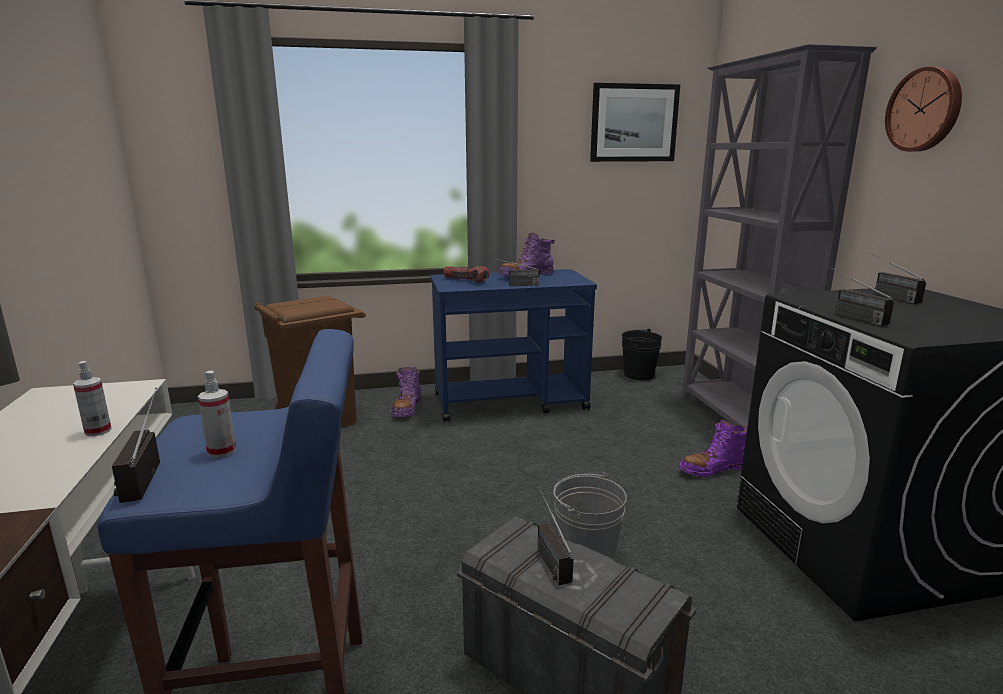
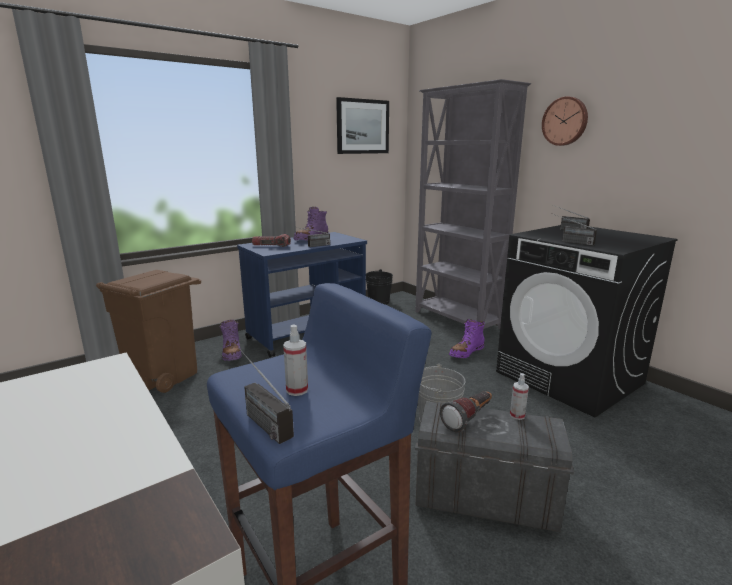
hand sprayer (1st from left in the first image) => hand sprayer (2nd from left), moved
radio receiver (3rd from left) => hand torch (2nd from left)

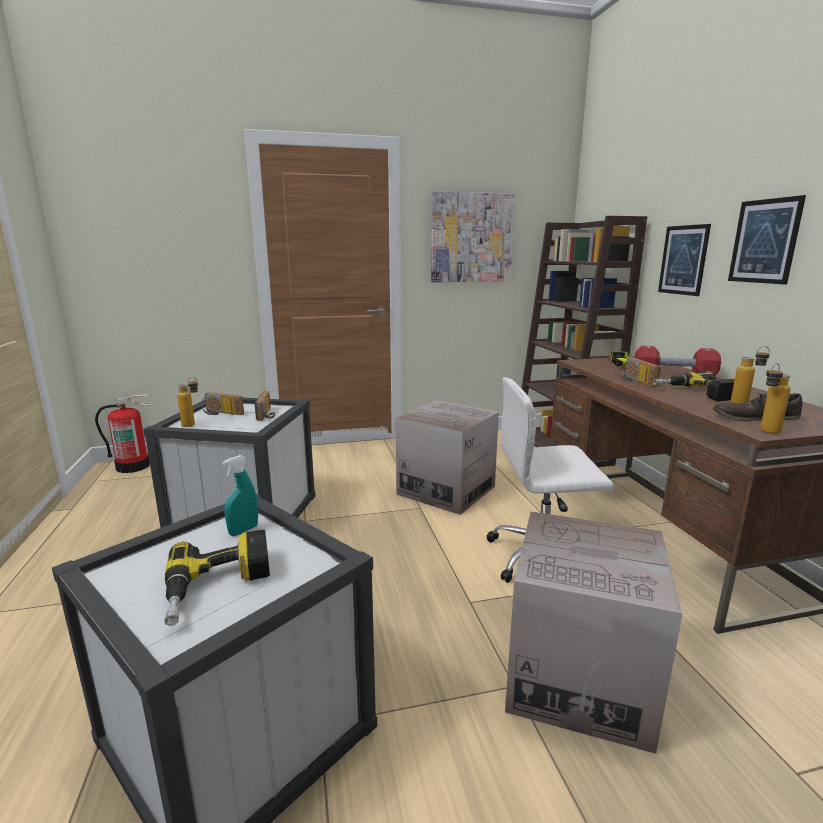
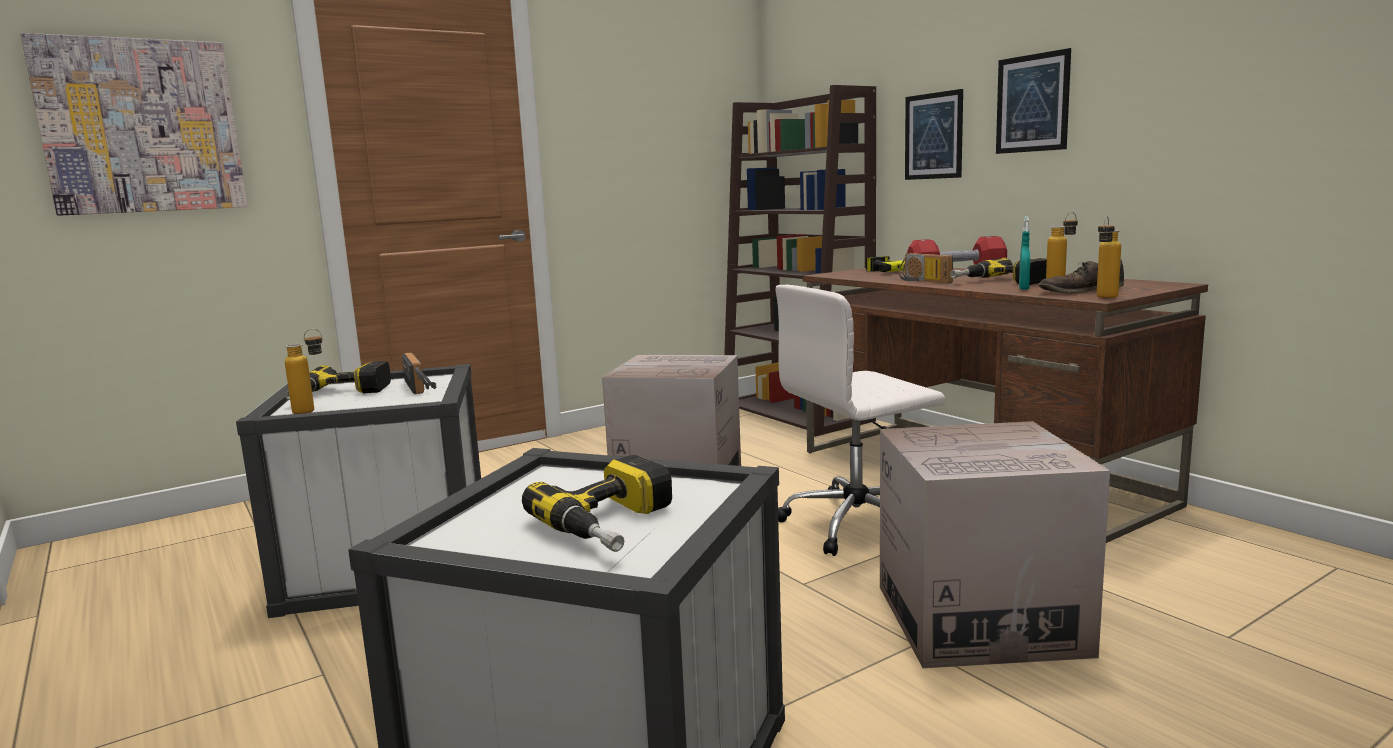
extinguisher => nothing
hand sprayer in turquoise-coloured, moved
picture (1st from left), moved
radio receiver (1st from left) => power drill (1st from left)

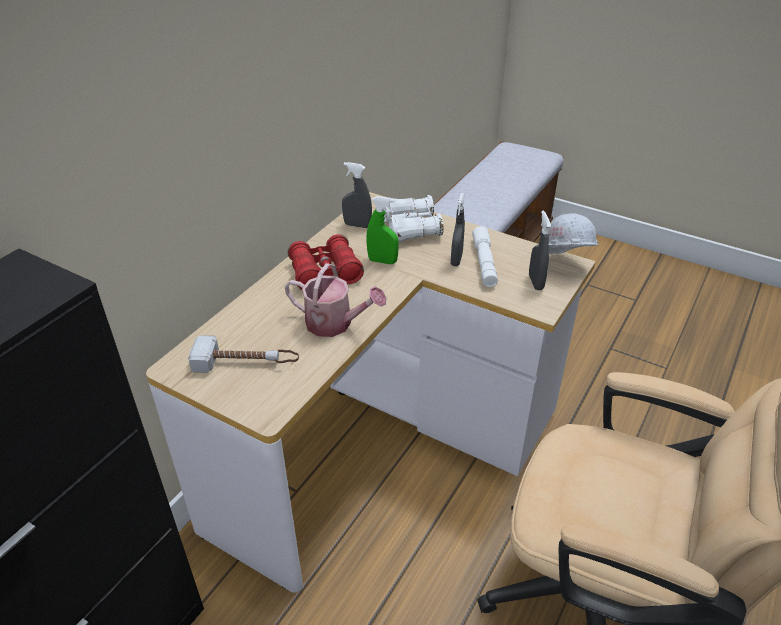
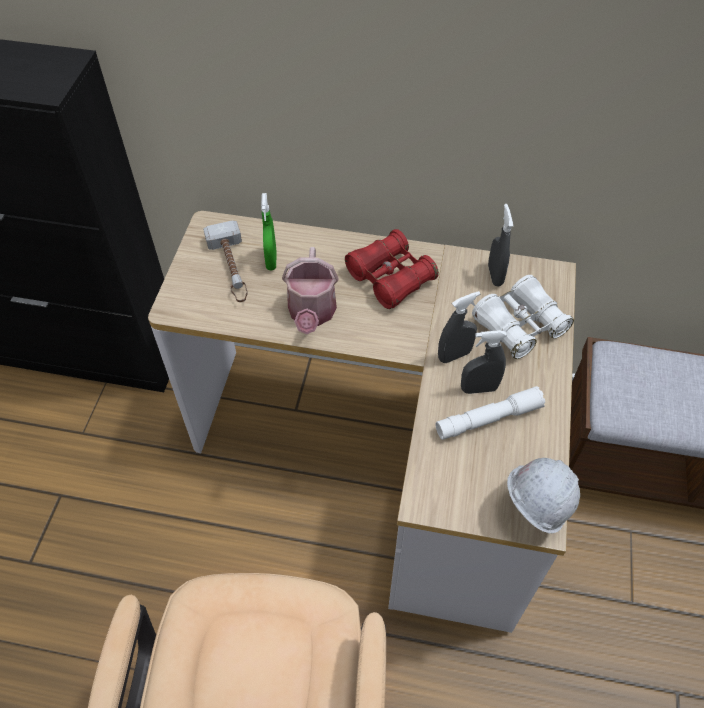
hand sprayer in green-coloured, moved
hand sprayer in greyish (3rd from left in the first image) => hand sprayer in greyish (1st from left), moved

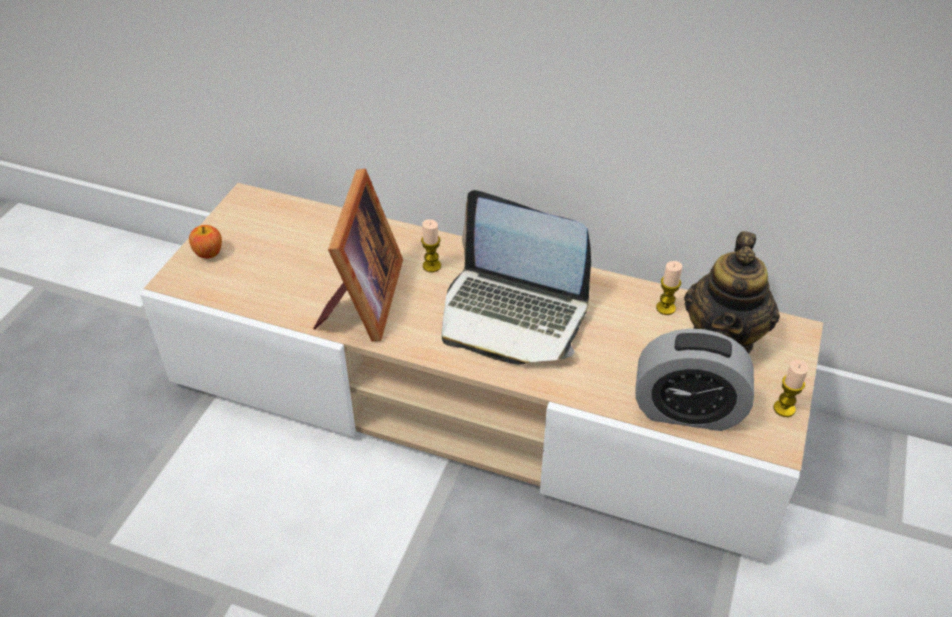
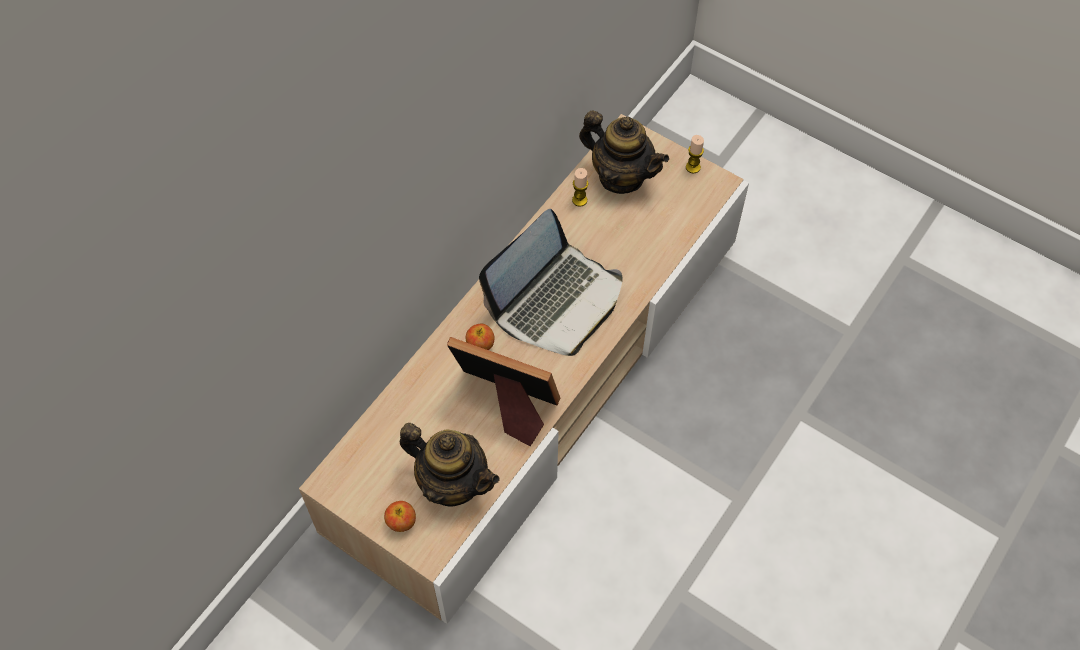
bedside clock => nothing
nothing => teapot (1st from left)
wax candle (1st from left) => apple fruit (2nd from left)

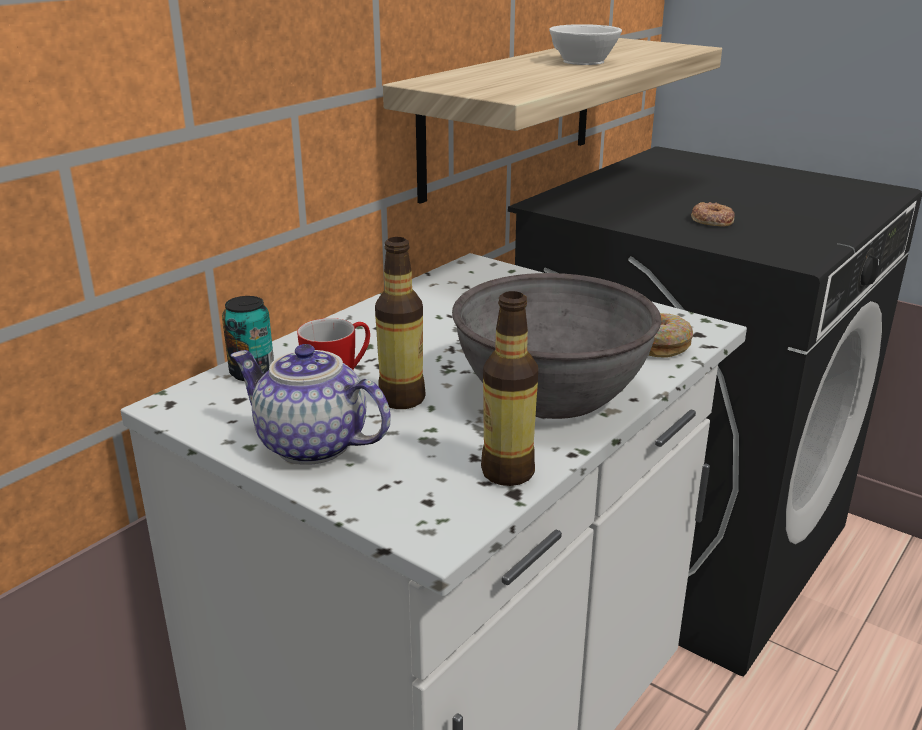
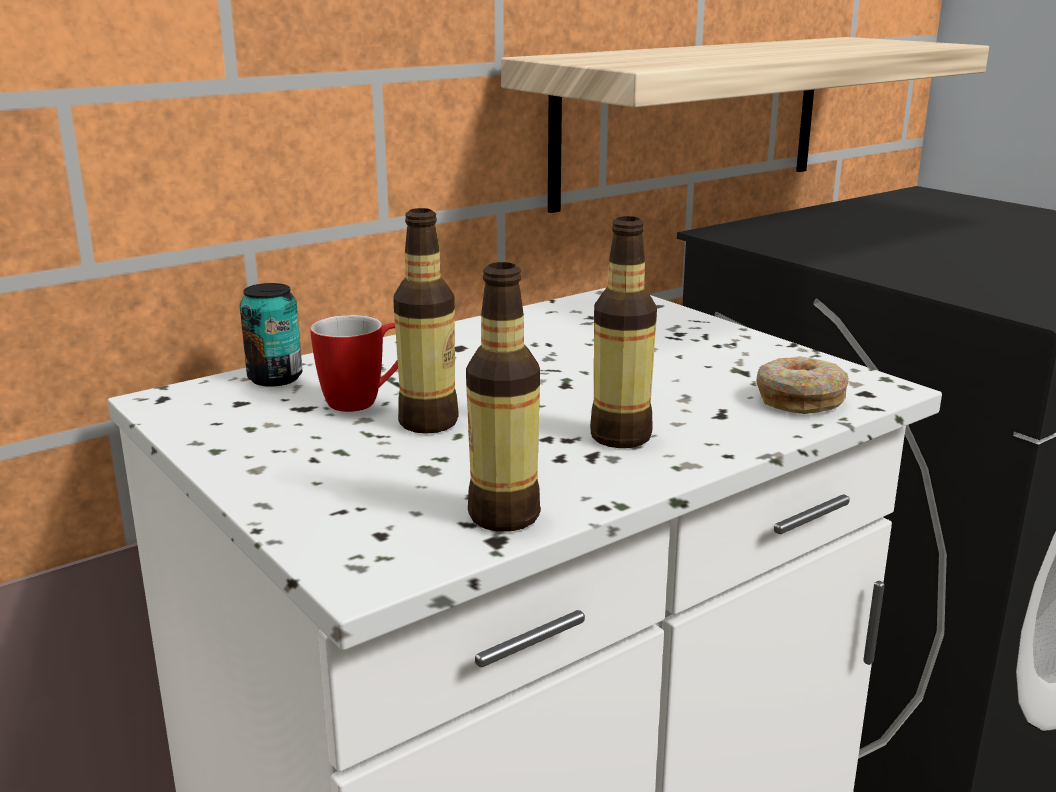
teapot => nothing
cup in whitish => nothing
doughnut (2nd from left) => nothing
serving bowl in greyish => drink bottle (3rd from left)

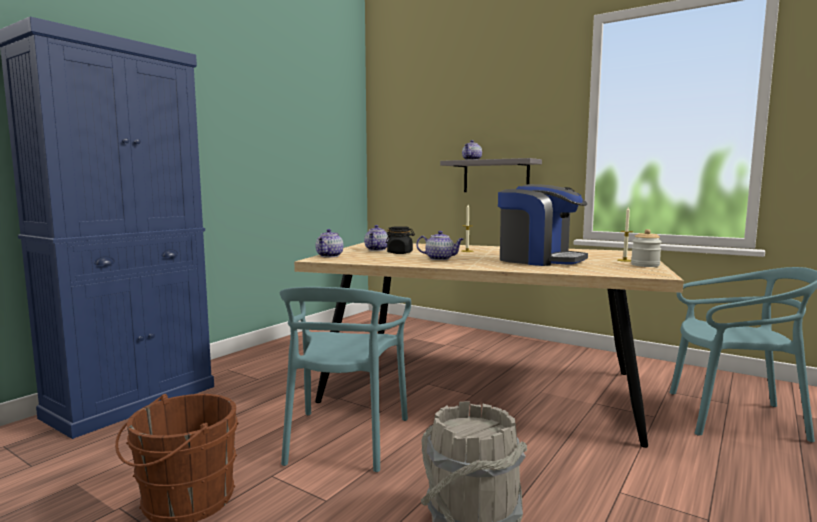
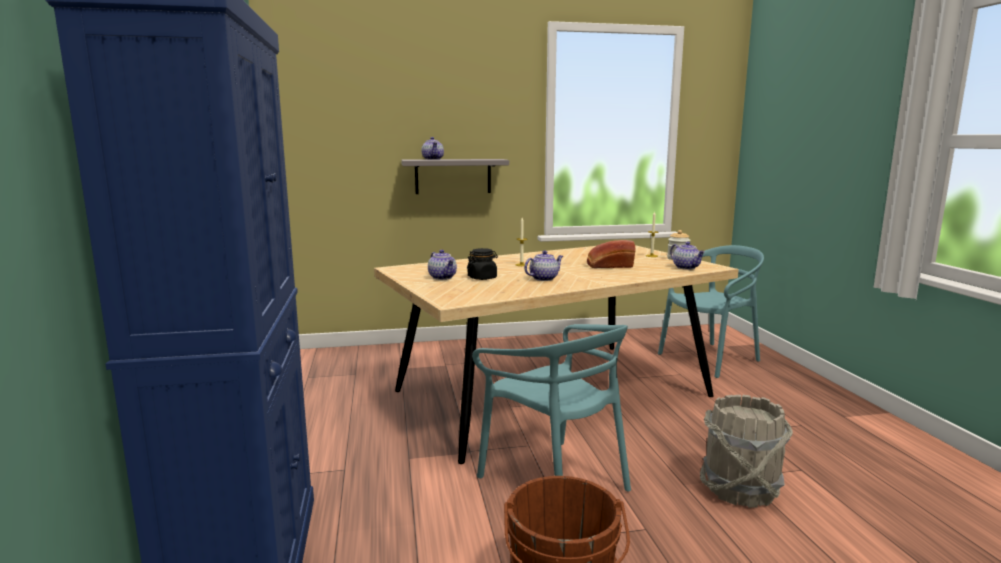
teapot (1st from left in the first image) => teapot (4th from left), moved
coffee machine => bakery bread

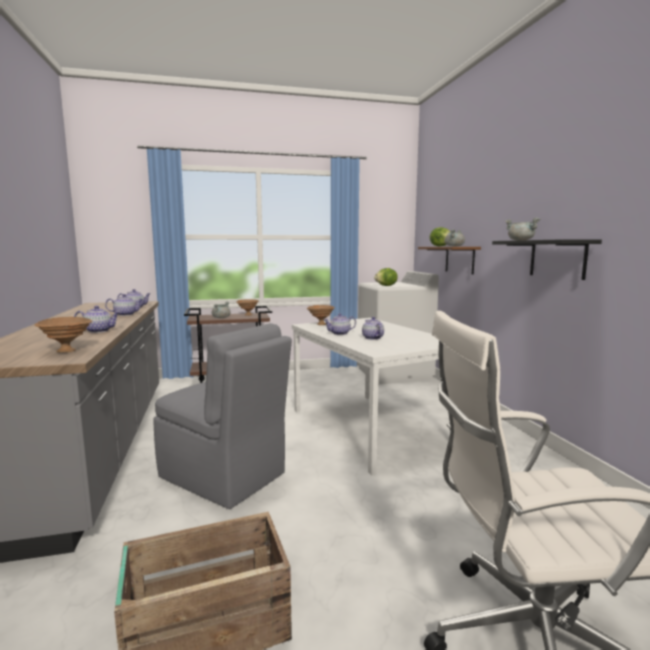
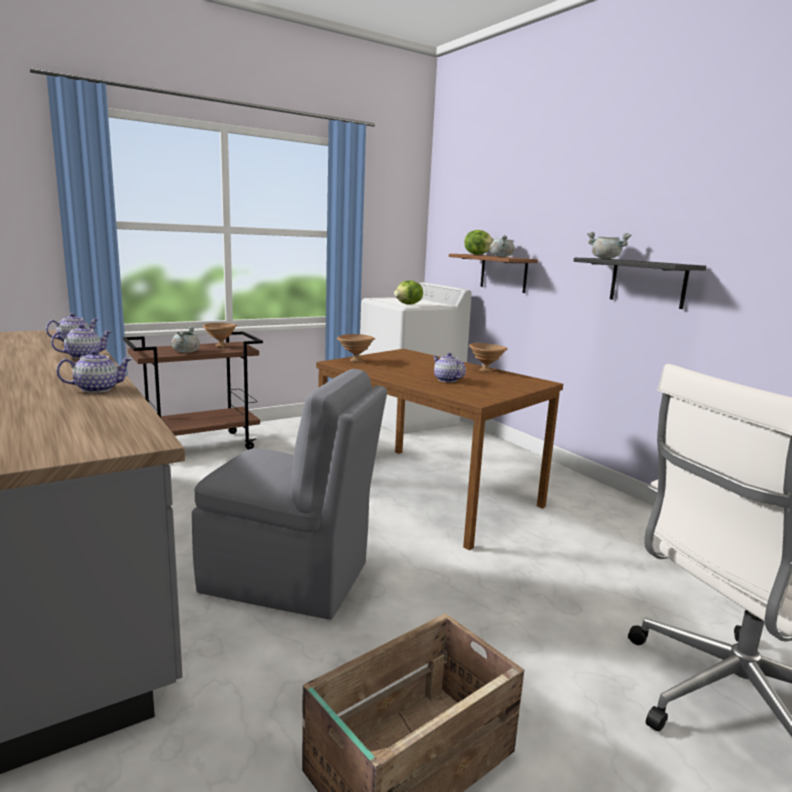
teapot (4th from left) => nothing
serving bowl in brown-coloured (1st from left in the first image) => serving bowl in brown-coloured (3rd from left), moved
dining table in whitish => dining table in brown-coloured

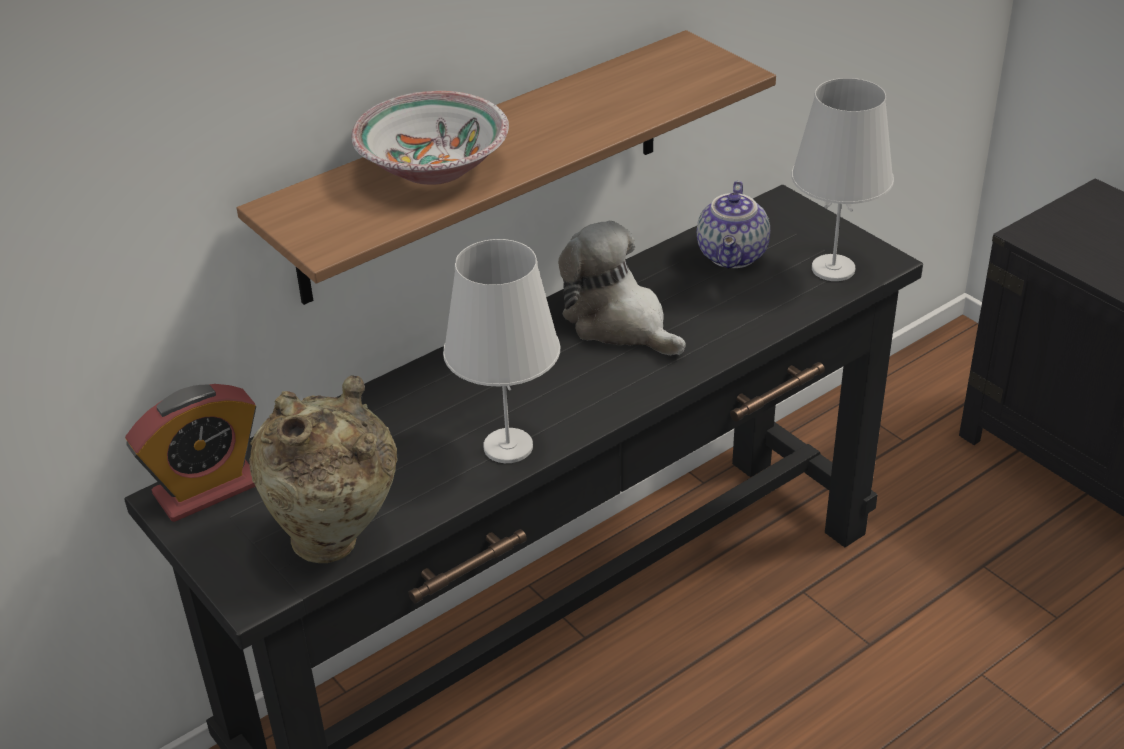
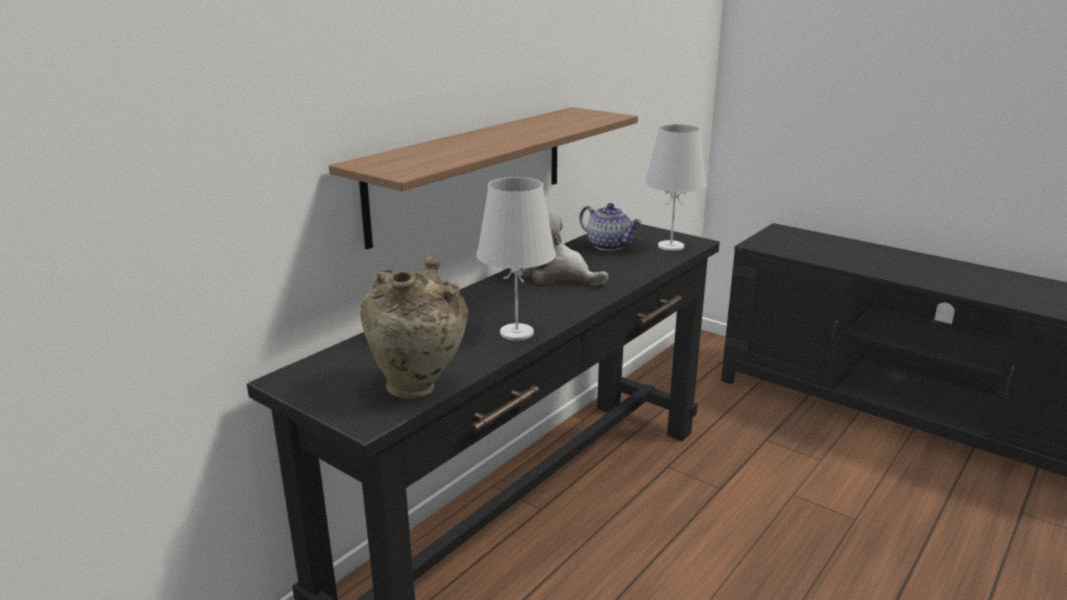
bedside clock => nothing
serving bowl => nothing
teapot, 45 degrees counterclockwise

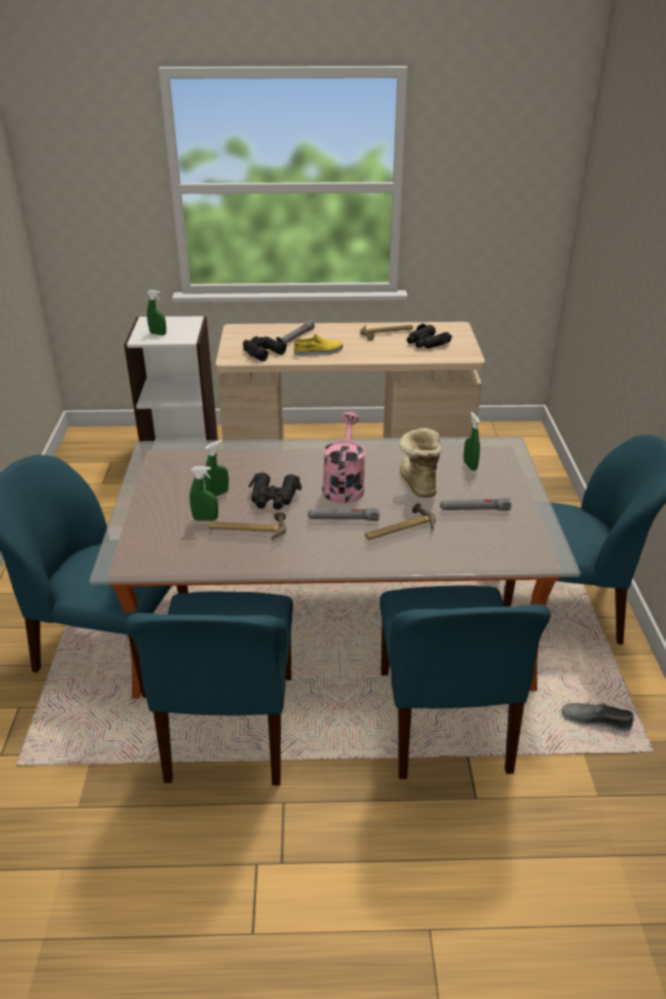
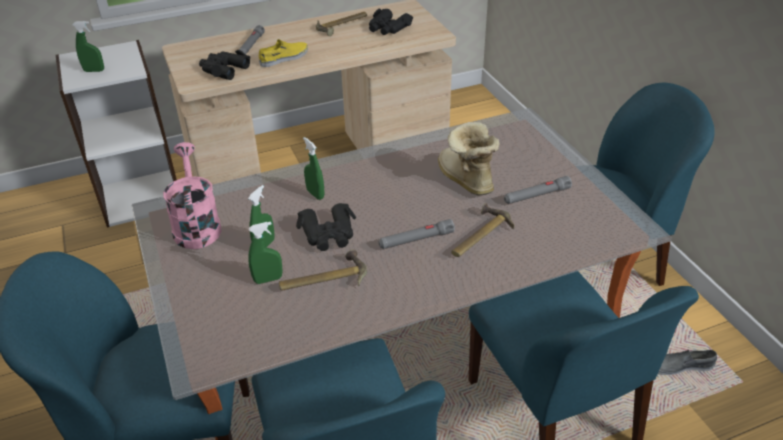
watering can in pinkish, moved
hand sprayer in green-coloured (4th from left), moved

